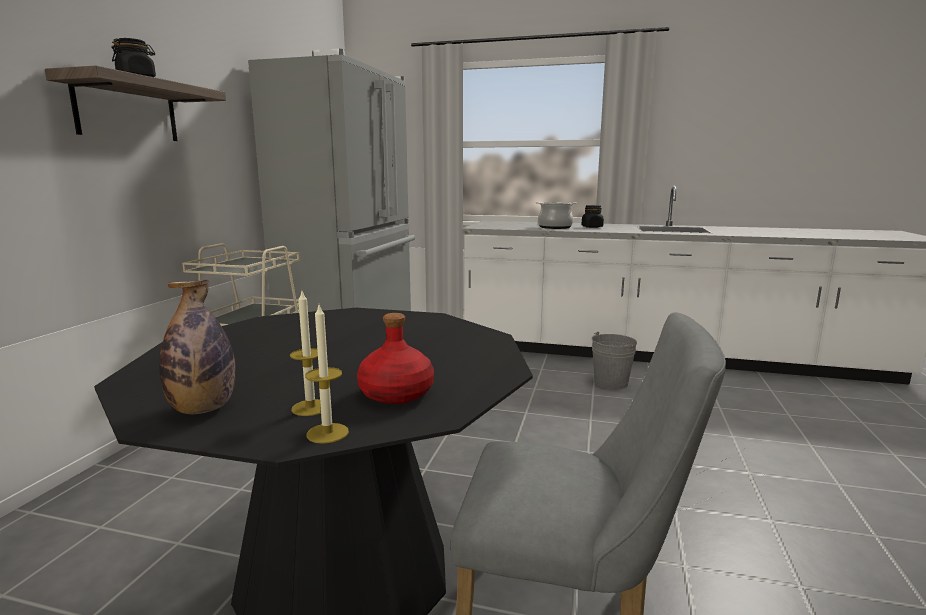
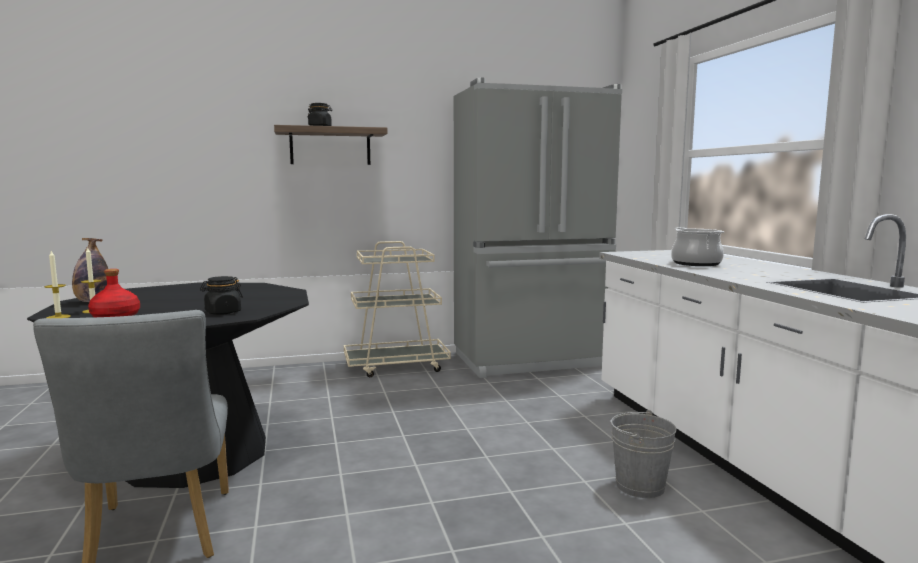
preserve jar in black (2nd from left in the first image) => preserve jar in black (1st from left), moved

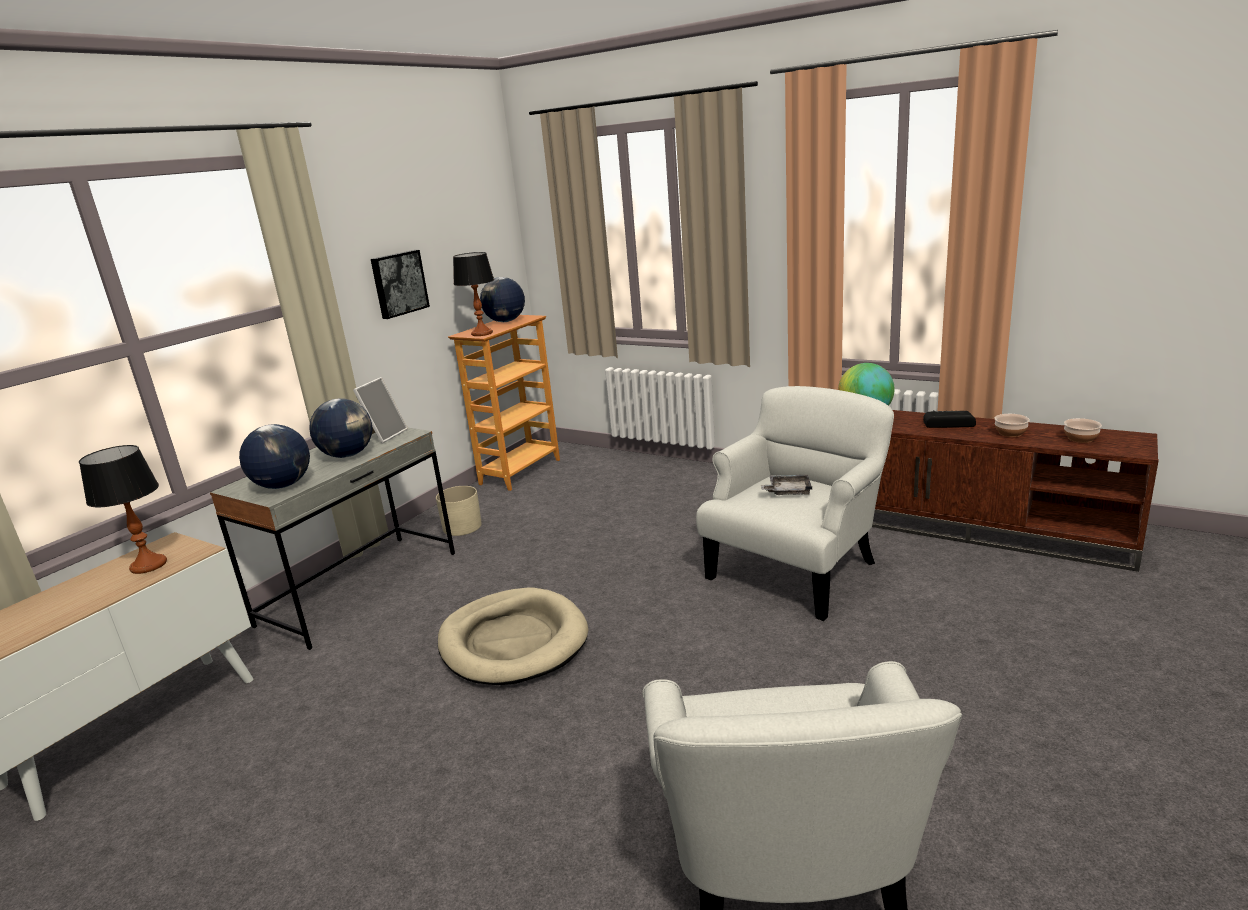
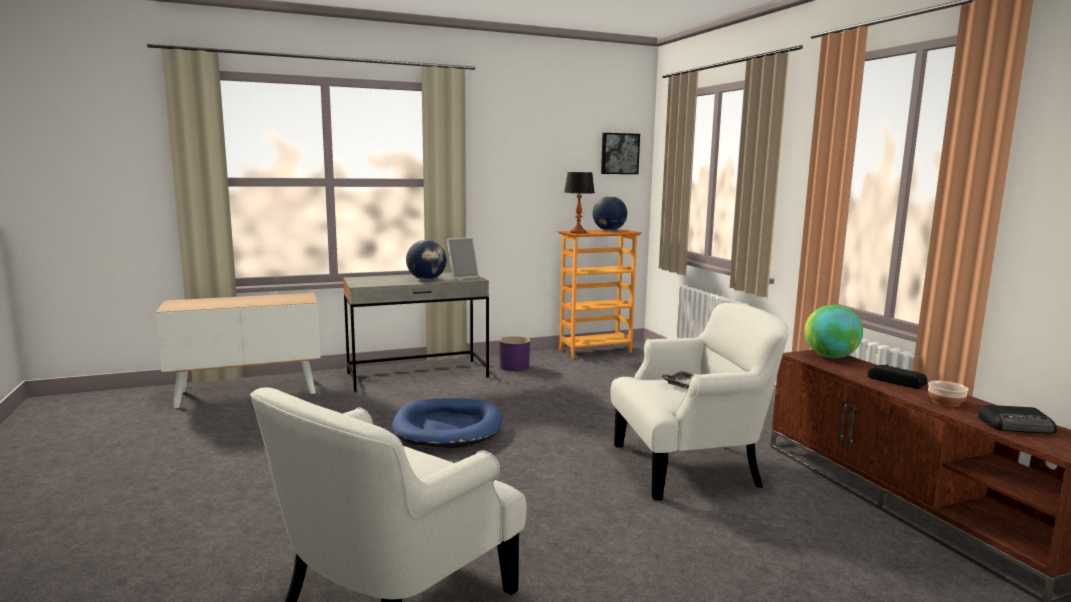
lamp for a table (1st from left) => nothing
globe (1st from left) => nothing
picture, moved
serving bowl (2nd from left) => radio receiver (2nd from left)
planter in sand-coloured => planter in purplish
pet bed in sand-coloured => pet bed in bluish

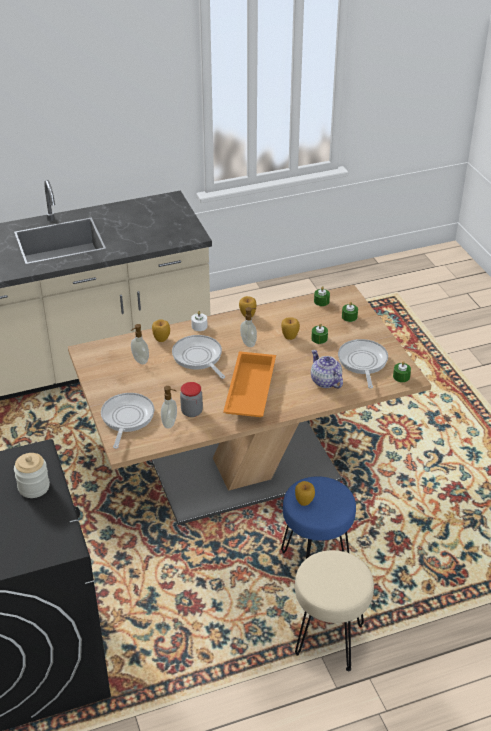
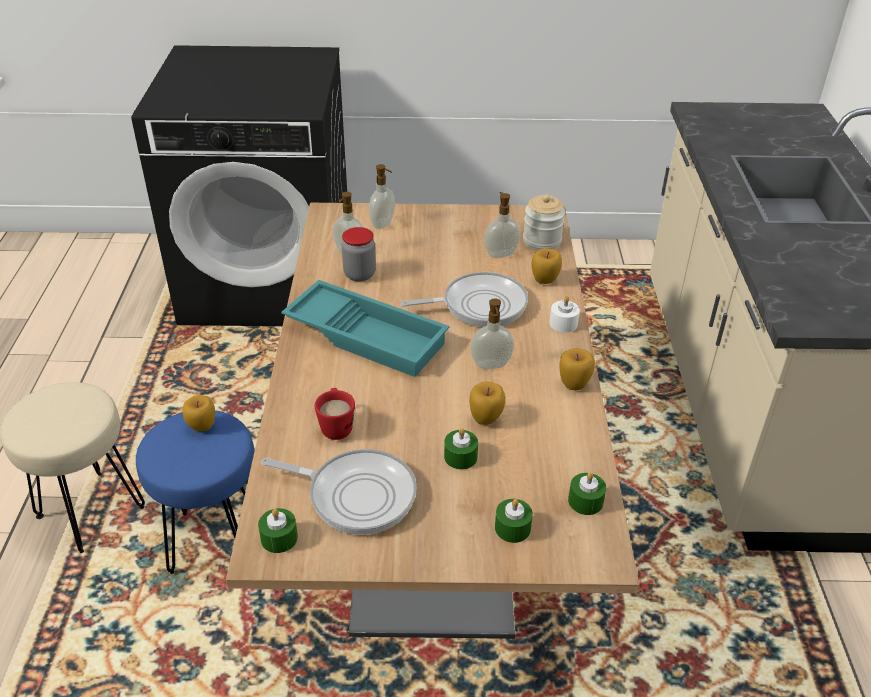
preserve jar (1st from left in the first image) => preserve jar (2nd from left), moved
skillet (1st from left) => soap dispenser (2nd from left)
teapot => coffee mug in red
serving tray in orange => serving tray in turquoise-coloured

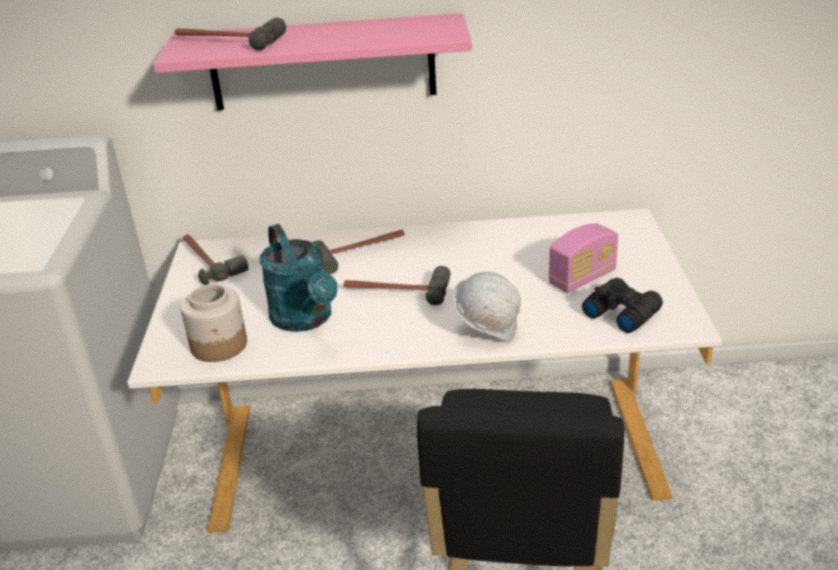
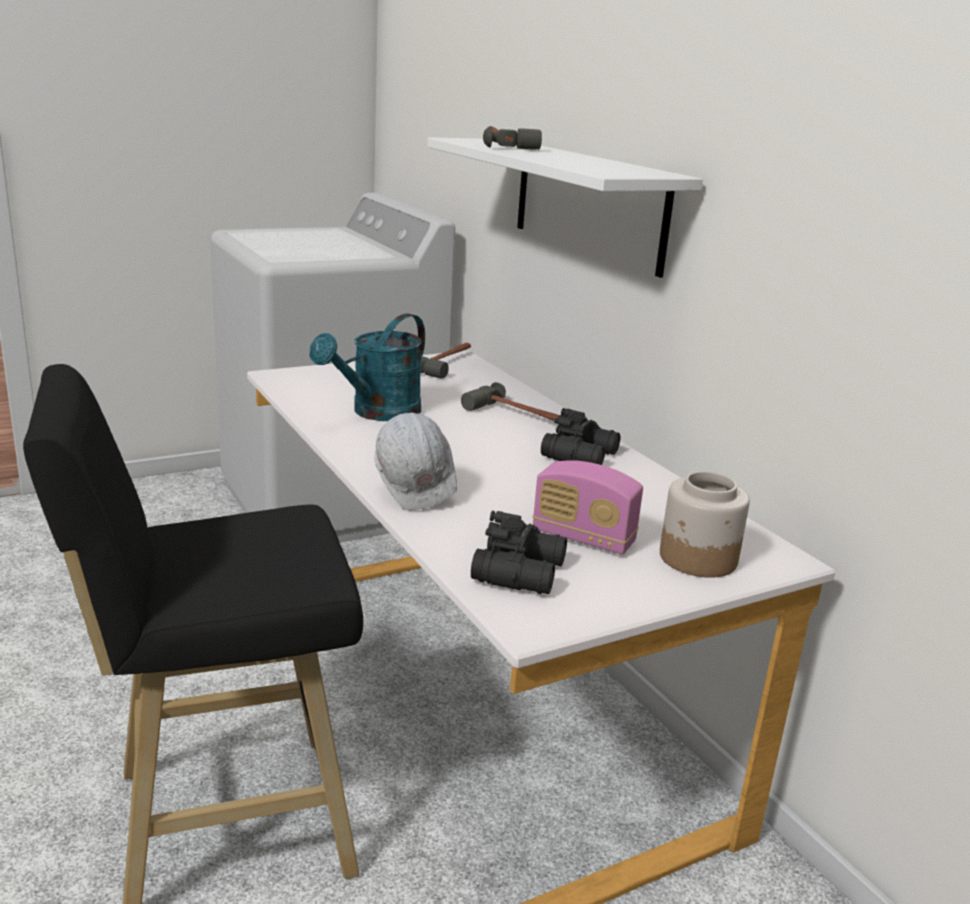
tool hammer (4th from left) => nothing
nothing => field glasses in black (2nd from left)
preserve jar, moved
wall shelf in pinkish => wall shelf in whitish

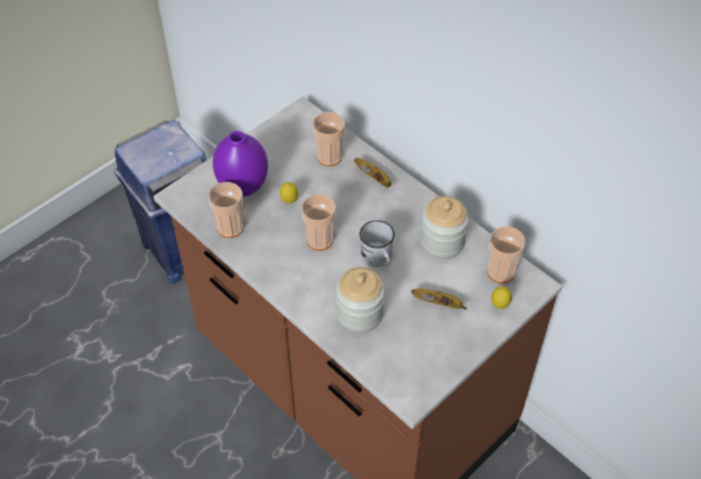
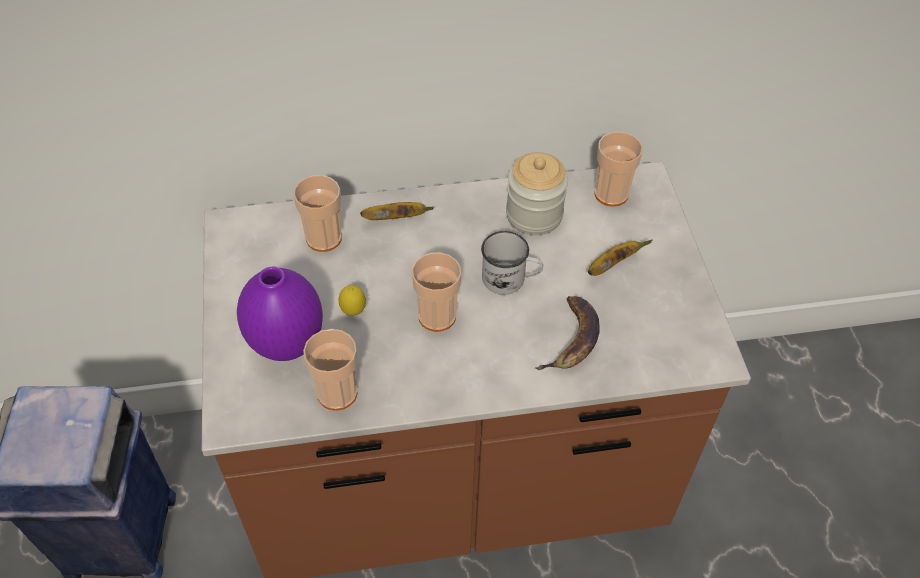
lemon (2nd from left) => nothing
preserve jar (1st from left) => banana (2nd from left)

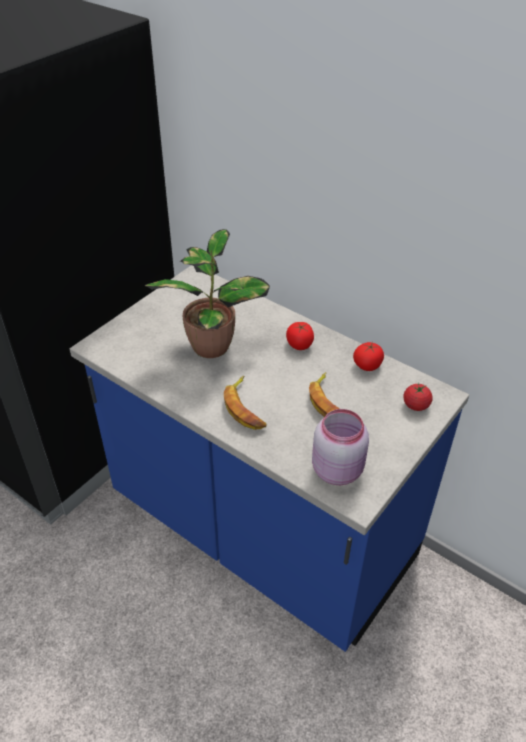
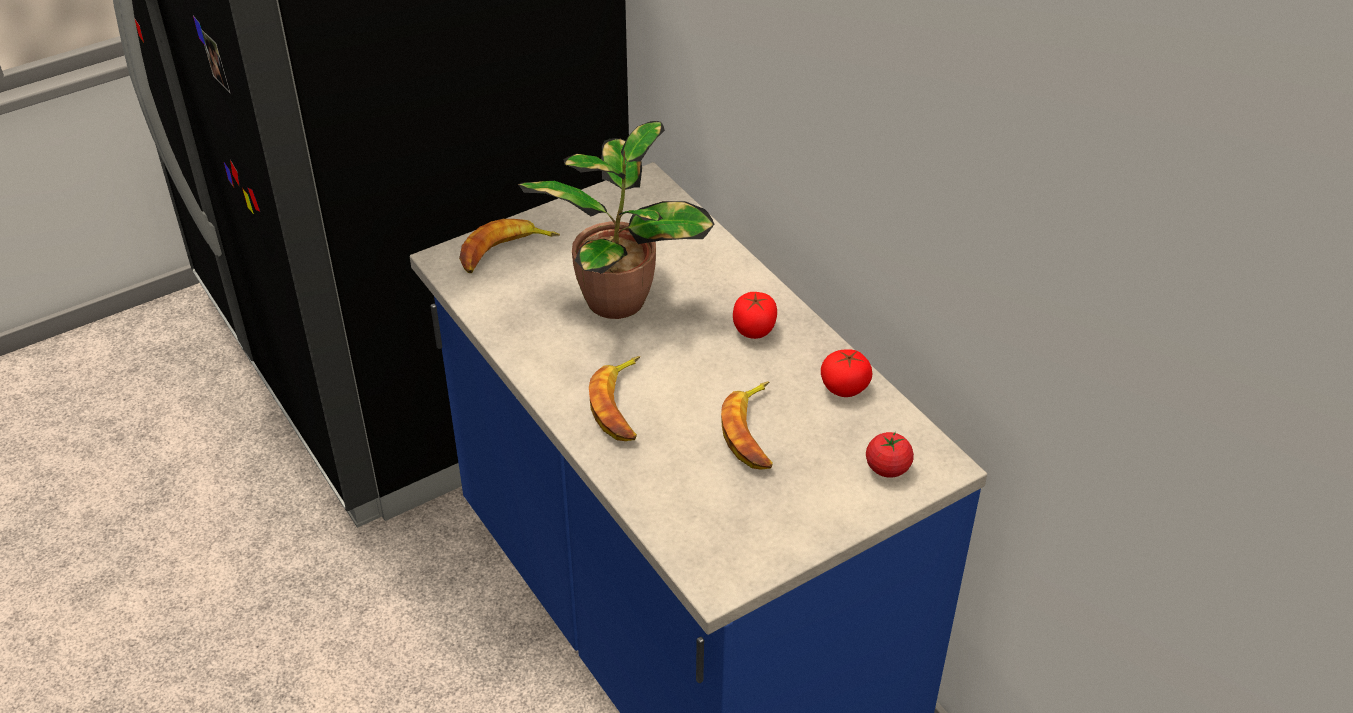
preserve jar in pinkish => nothing
nothing => banana (1st from left)

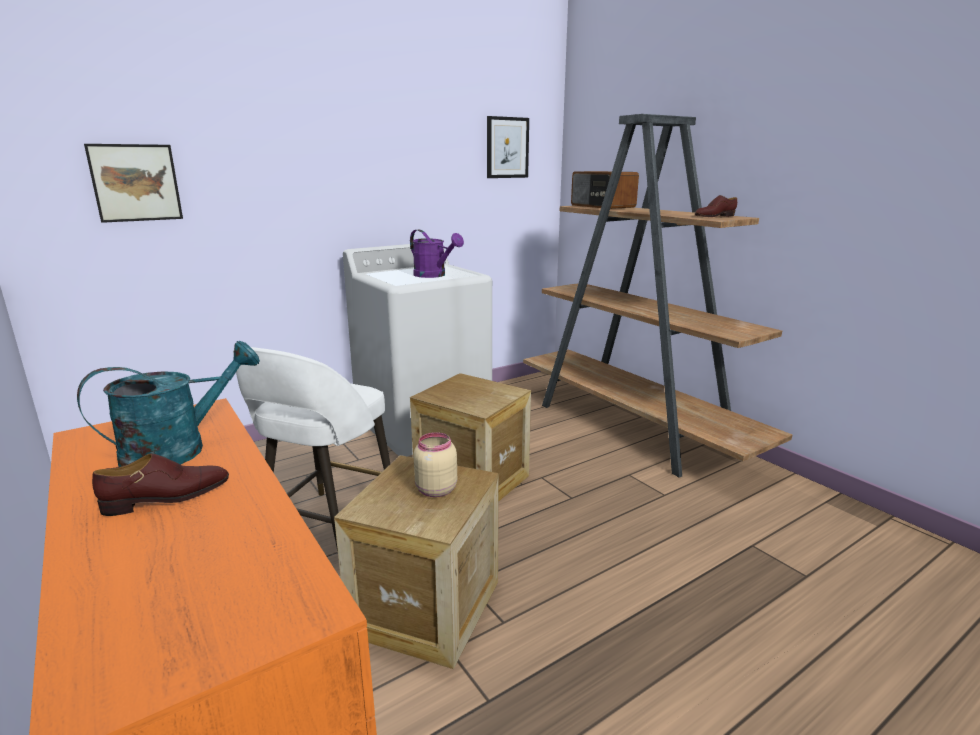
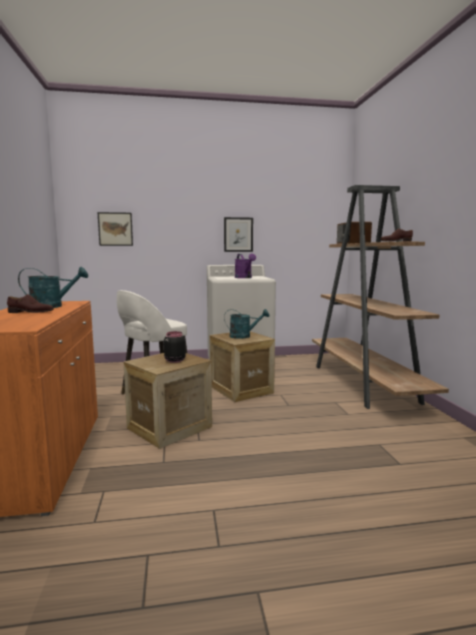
nothing => watering can in turquoise-coloured (2nd from left)
picture (2nd from left), moved
preserve jar in sand-coloured => preserve jar in black

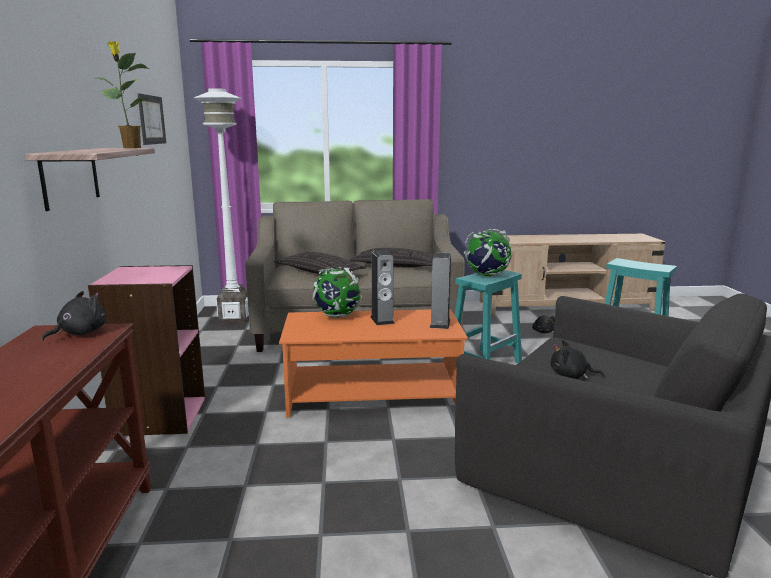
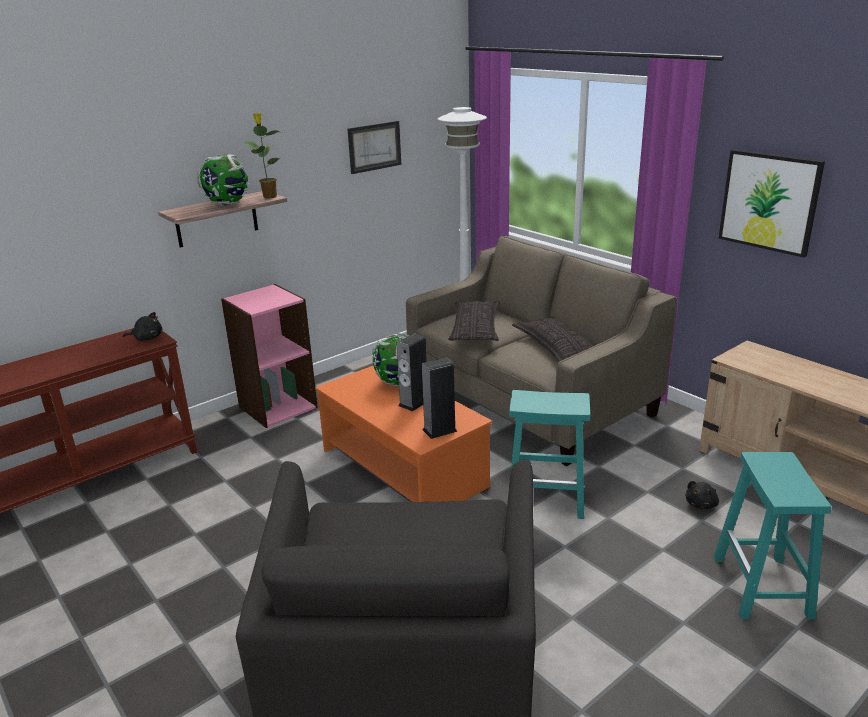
plush toy in black (3rd from left) => nothing
nothing => picture (2nd from left)
globe (2nd from left in the first image) => globe (1st from left), moved

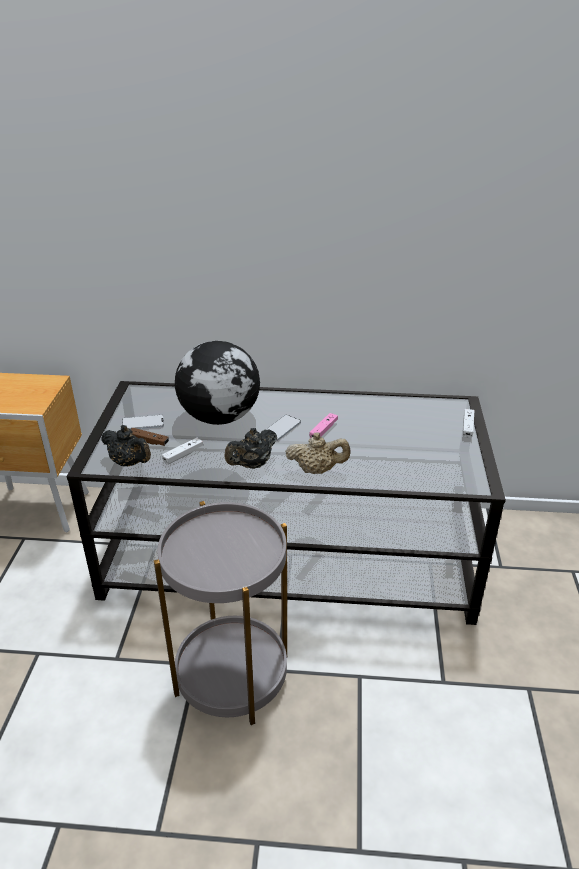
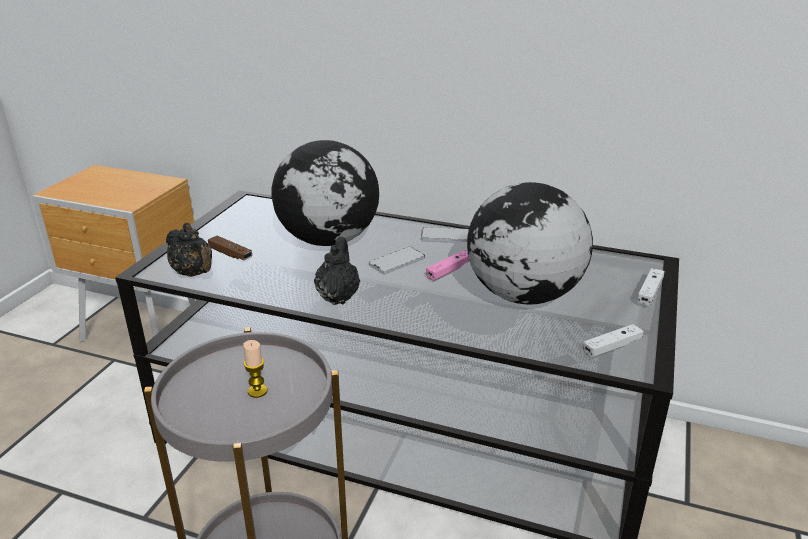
teapot in sand-coloured => nothing
nothing => wax candle
nothing => globe (2nd from left)
handset (1st from left in the first image) => handset (2nd from left), moved
gamepad in whitish (1st from left), moved
teapot in black (2nd from left), 120 degrees clockwise

